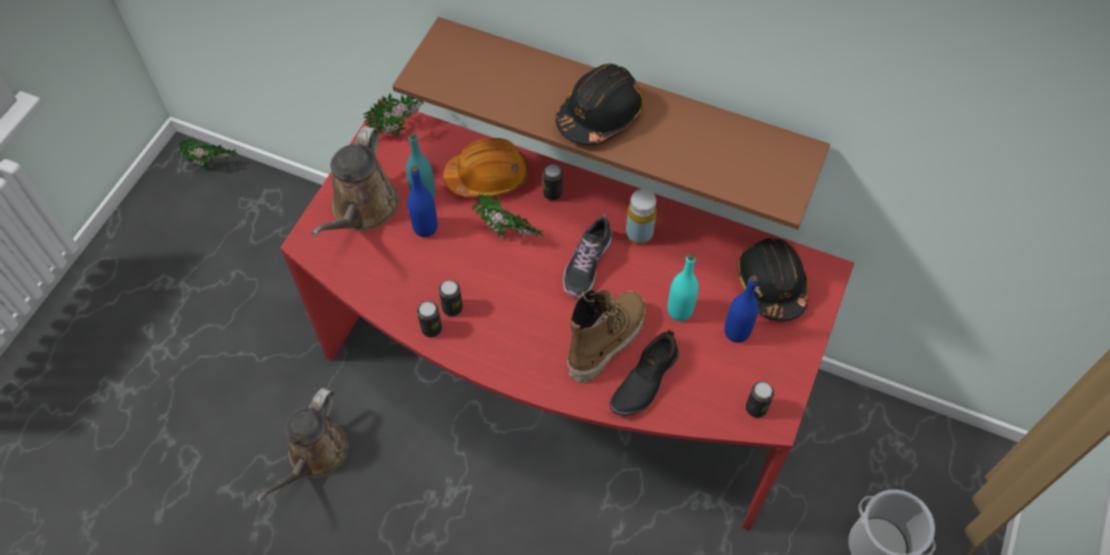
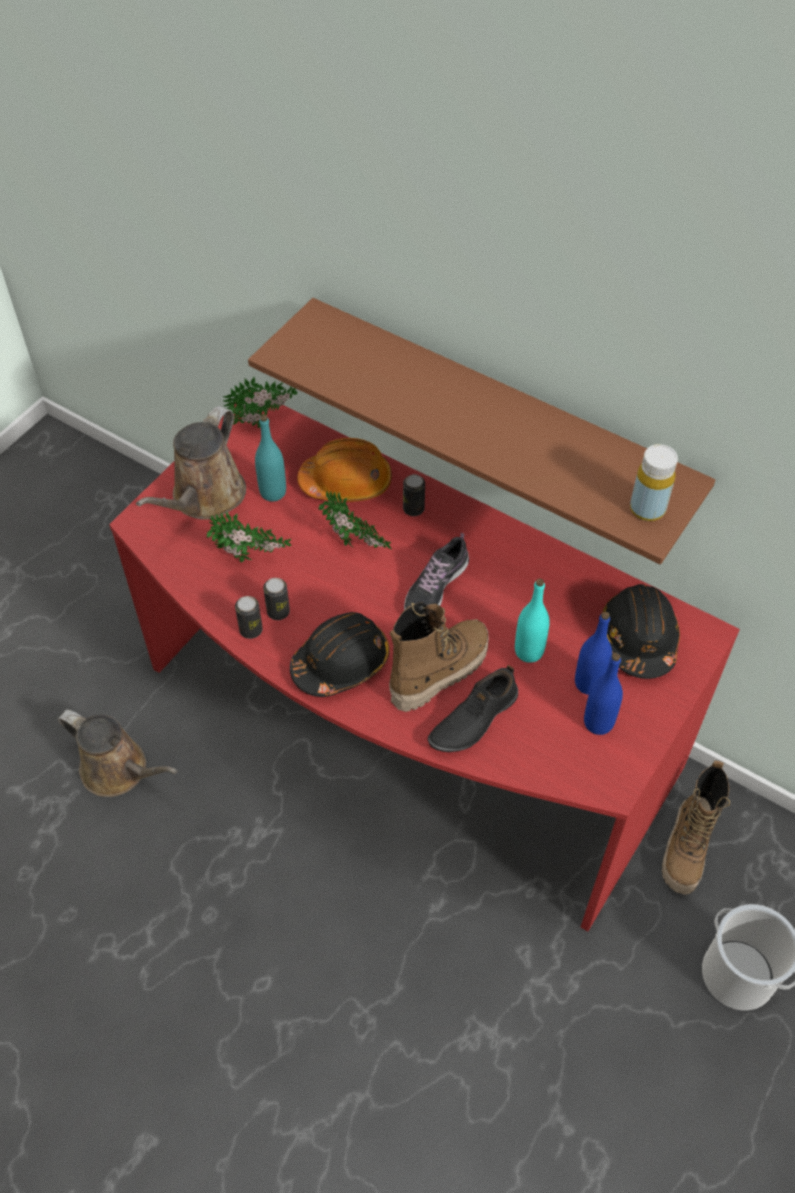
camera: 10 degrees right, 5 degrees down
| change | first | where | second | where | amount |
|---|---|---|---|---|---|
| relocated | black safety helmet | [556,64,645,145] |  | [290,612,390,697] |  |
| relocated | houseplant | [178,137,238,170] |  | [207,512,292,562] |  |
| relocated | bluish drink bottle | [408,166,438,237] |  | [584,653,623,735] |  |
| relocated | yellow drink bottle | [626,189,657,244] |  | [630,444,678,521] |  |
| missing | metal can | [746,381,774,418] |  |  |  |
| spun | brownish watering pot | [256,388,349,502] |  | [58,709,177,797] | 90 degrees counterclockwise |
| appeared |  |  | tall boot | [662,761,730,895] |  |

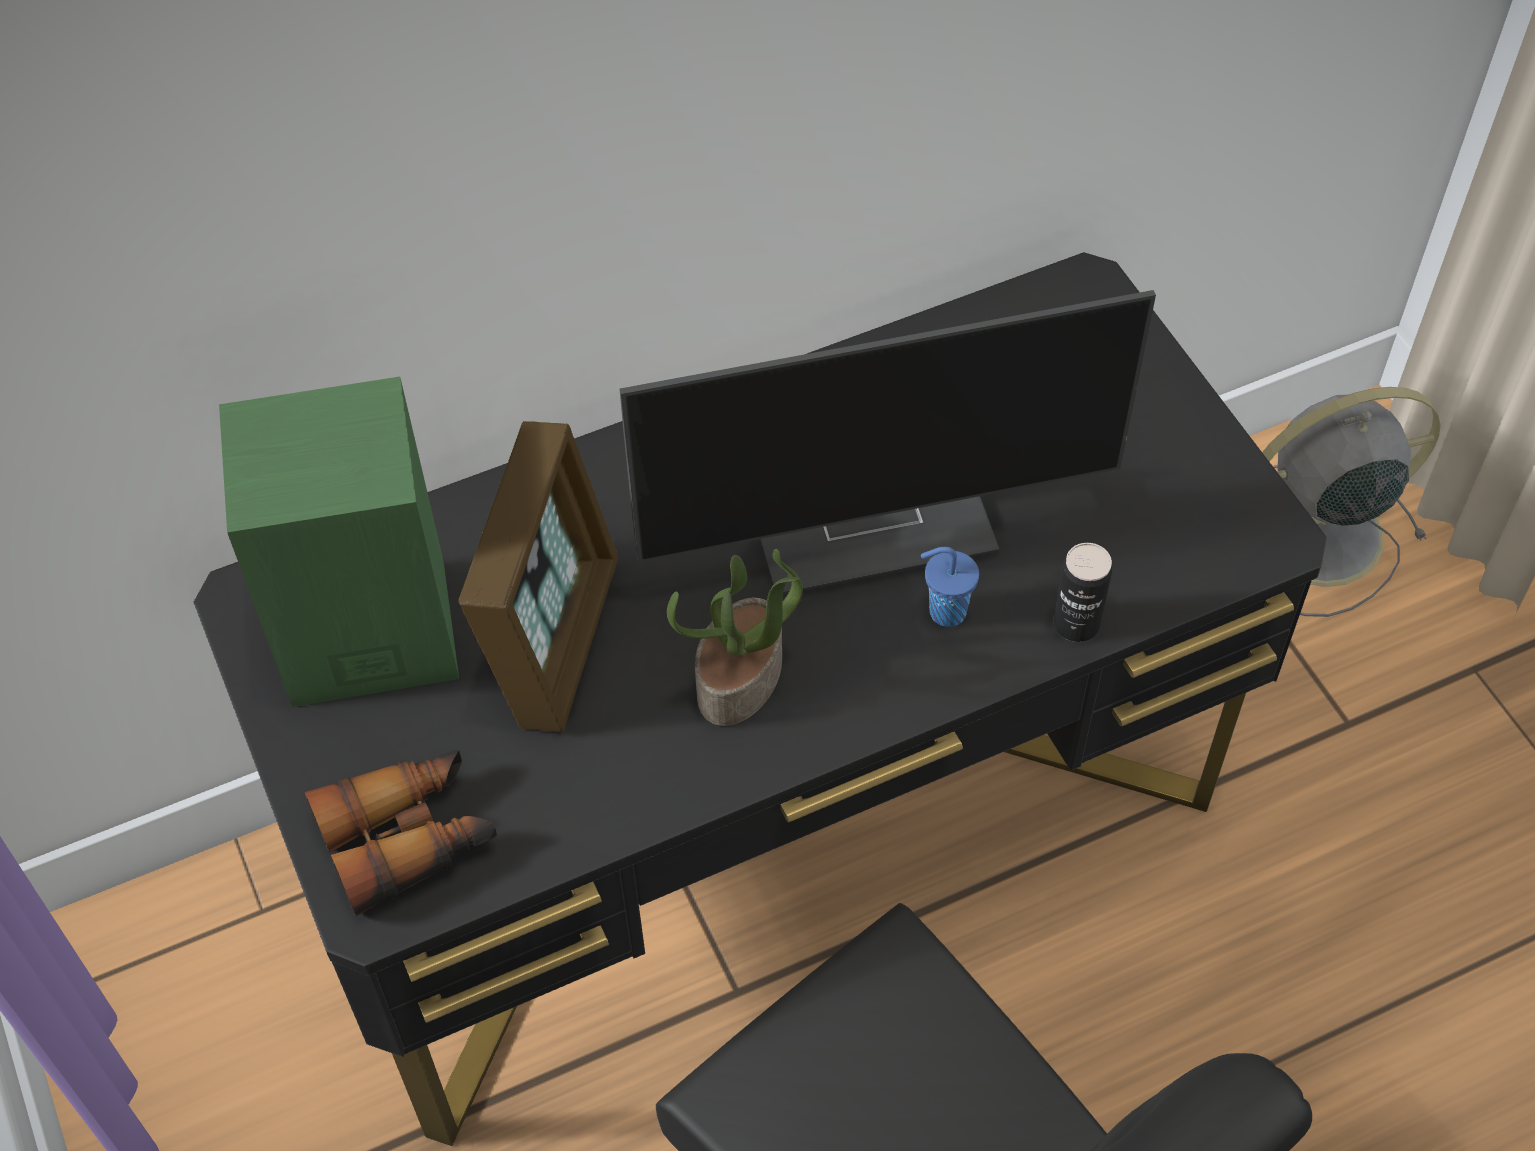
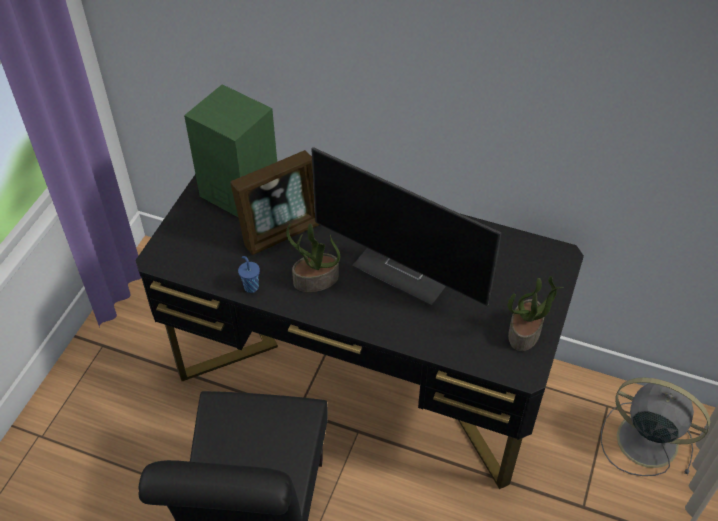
camera: 45 degrees right, 5 degrees down
| change | first | where | second | where | amount |
|---|---|---|---|---|---|
| missing | metal can | [1053,543,1112,642] |  |  |  |
| relocated | bluish cup | [921,547,979,627] |  | [238,256,260,293] |  |
| missing | field glasses | [305,749,497,916] |  |  |  |
| appeared |  |  | houseplant | [508,276,564,351] |  |

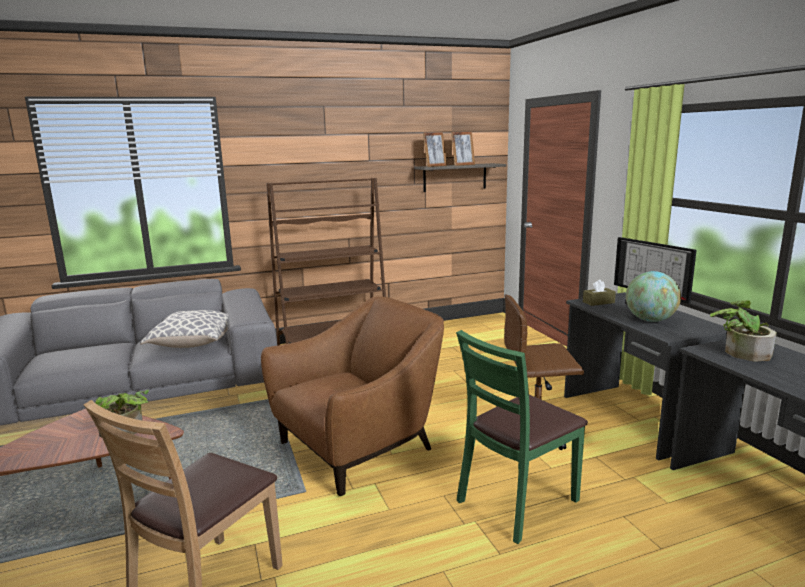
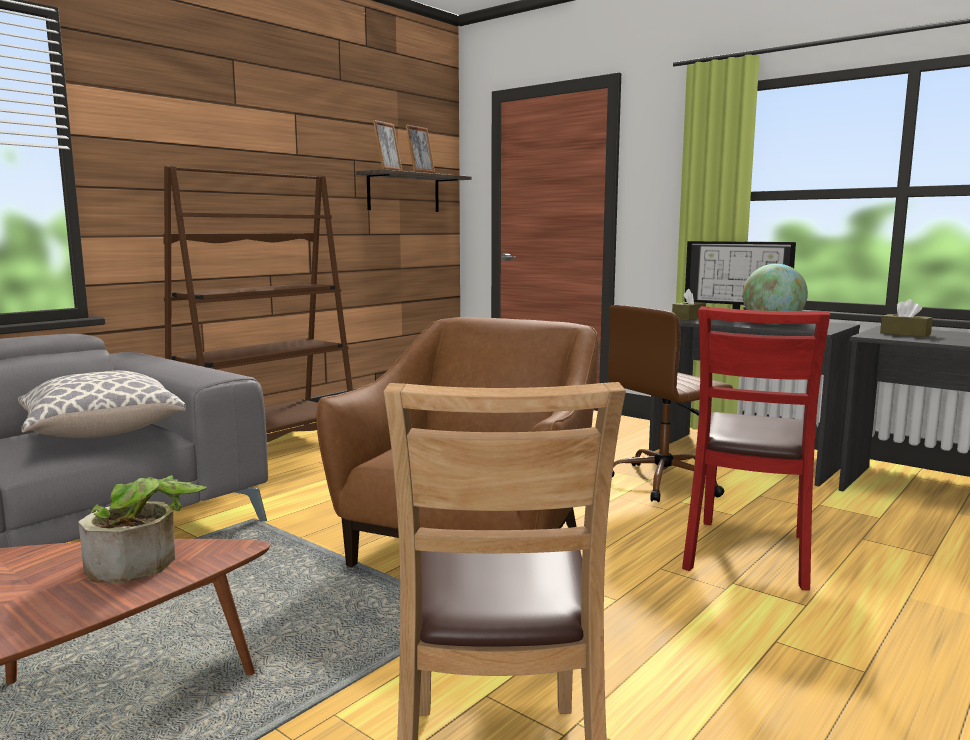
camera: 30 degrees left, 5 degrees down
| change | first | where | second | where | amount |
|---|---|---|---|---|---|
| exchanged | houseplant | [710,300,777,361] | brownish tissue holder | [880,299,933,337] |  |
| colour | green-coloured upright chair | [456,330,588,544] | reddish upright chair | [682,306,830,591] |  |

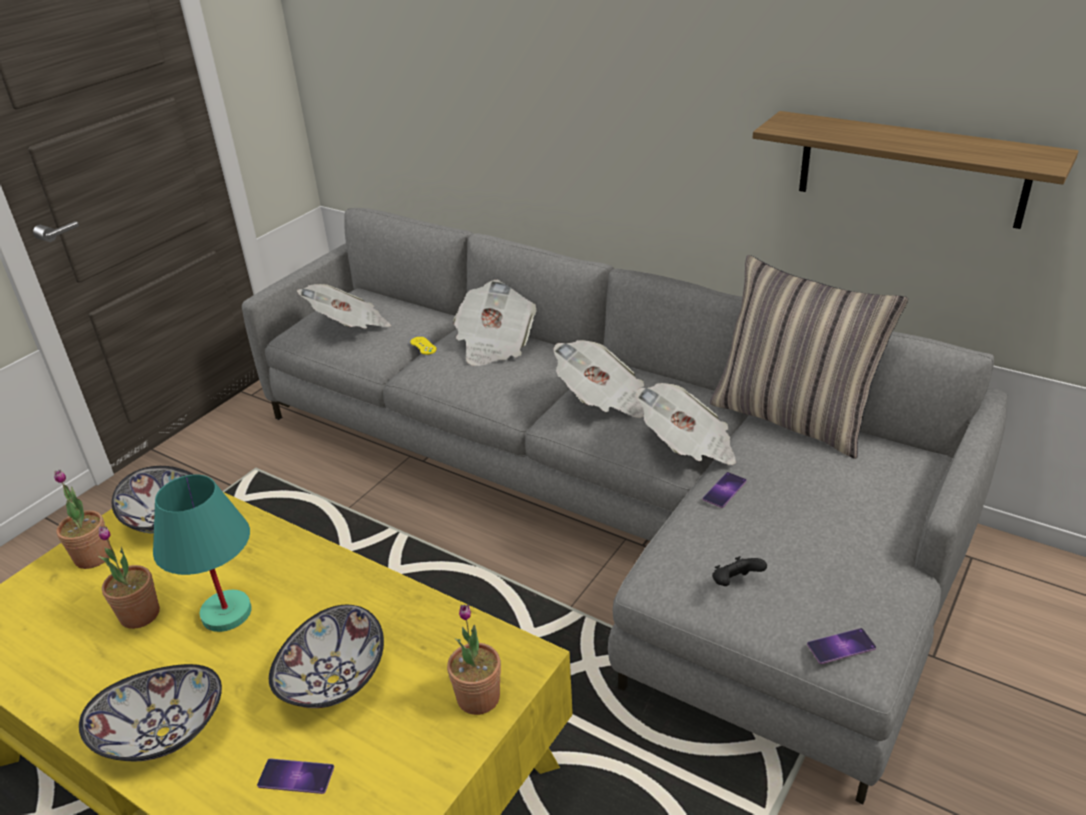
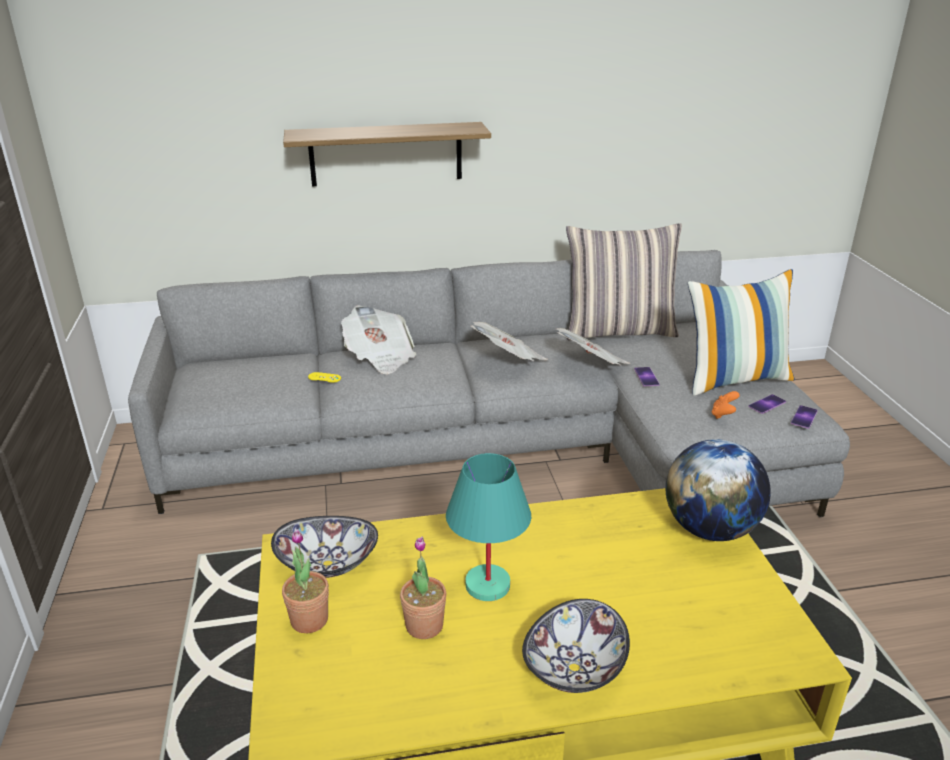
camera: 45 degrees left, 5 degrees down
| change | first | where | second | where | amount |
|---|---|---|---|---|---|
| relocated | bracket shelf | [753,111,1079,229] |  | [283,122,491,186] |  |
| missing | newspaper | [297,284,391,329] |  |  |  |
| colour | black joypad | [712,556,767,586] | orange-coloured joypad | [712,391,740,419] |  |
| exchanged | houseplant | [447,604,501,715] | globe | [665,439,771,541] |  |
| missing | bowl | [269,605,384,708] |  |  |  |
| relocated | handset | [257,758,334,794] |  | [748,394,786,414] |  |
| appeared |  |  | cushion | [688,269,795,396] |  |

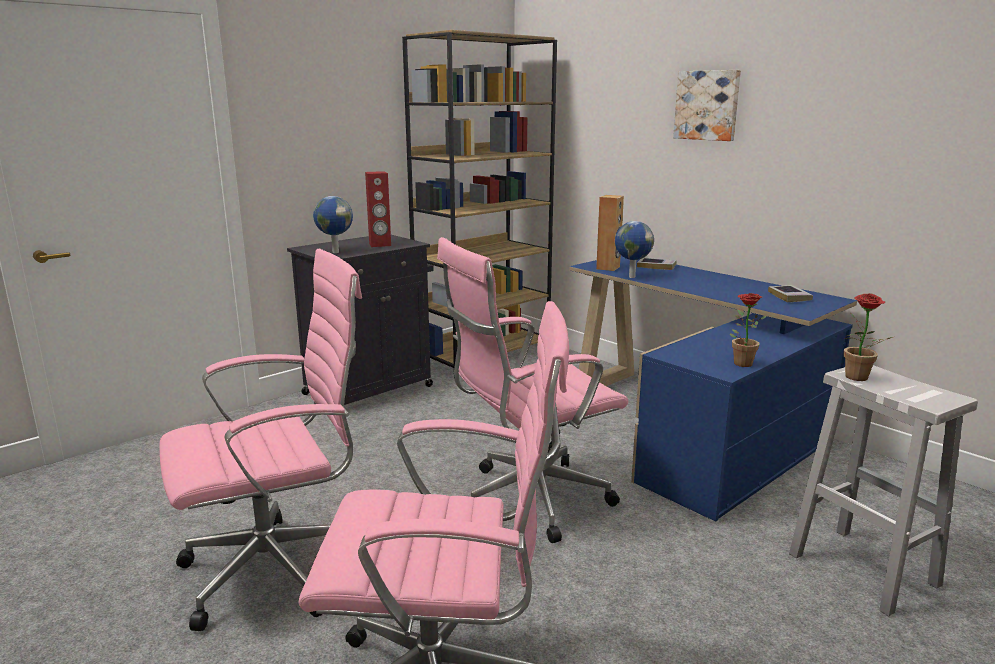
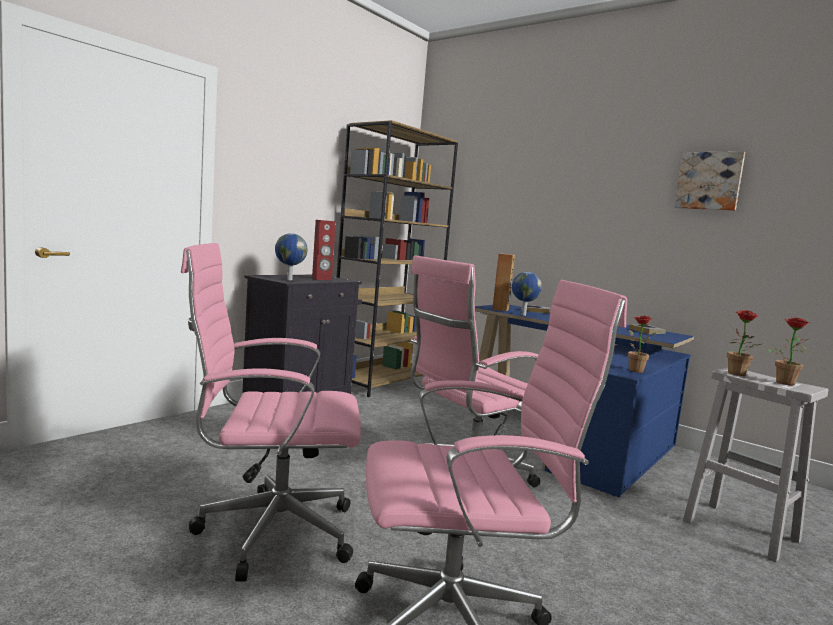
camera: 10 degrees left, 10 degrees down
| change | first | where | second | where | amount |
|---|---|---|---|---|---|
| relocated | picture | [673,70,741,141] |  | [674,151,745,211] |  |
| spun | pinkish desk chair | [159,249,362,631] |  | [181,243,361,582] | 150 degrees counterclockwise |
| appeared |  |  | houseplant | [766,317,810,386] |  |

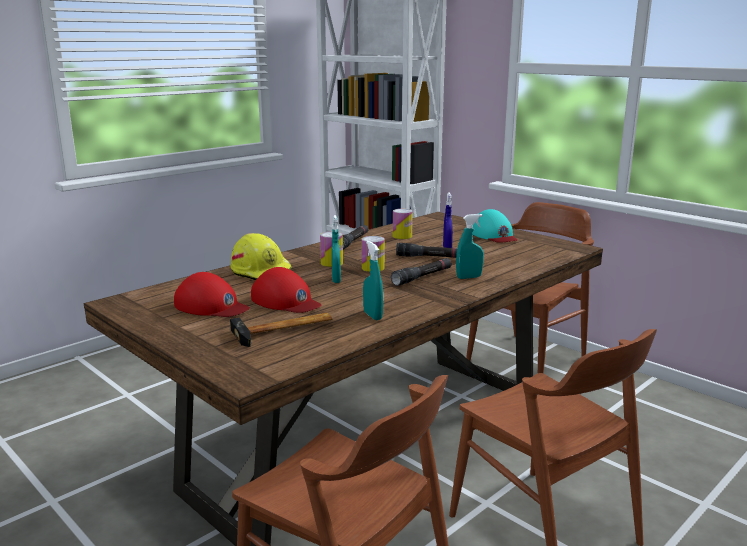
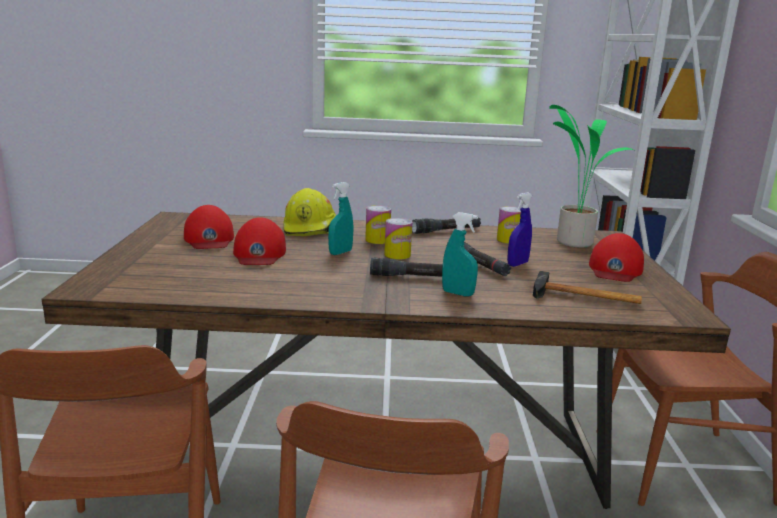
camera: 45 degrees right, 0 degrees up
| change | first | where | second | where | amount |
|---|---|---|---|---|---|
| colour | turquoise-coloured cap | [473,209,517,243] | reddish cap | [589,233,644,282] |  |
| missing | turquoise-coloured spray bottle | [363,241,383,320] |  |  |  |
| relocated | hand hammer | [230,313,332,347] |  | [533,271,642,304] |  |
| appeared |  |  | houseplant | [549,105,634,248] |  |

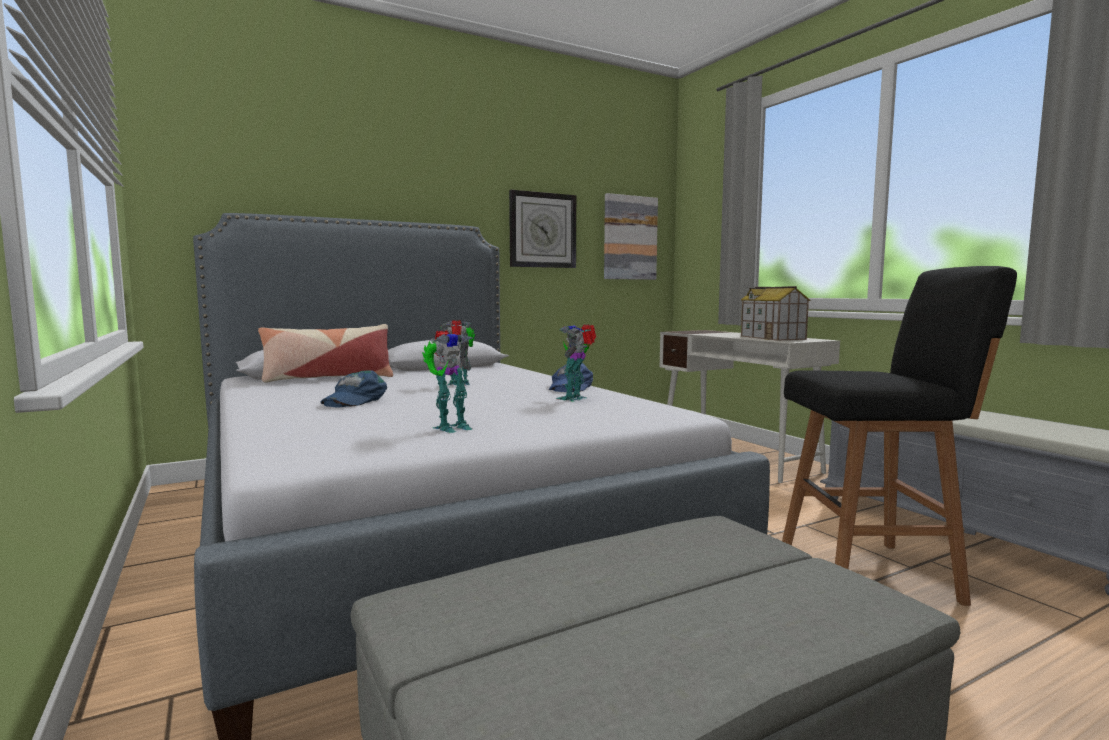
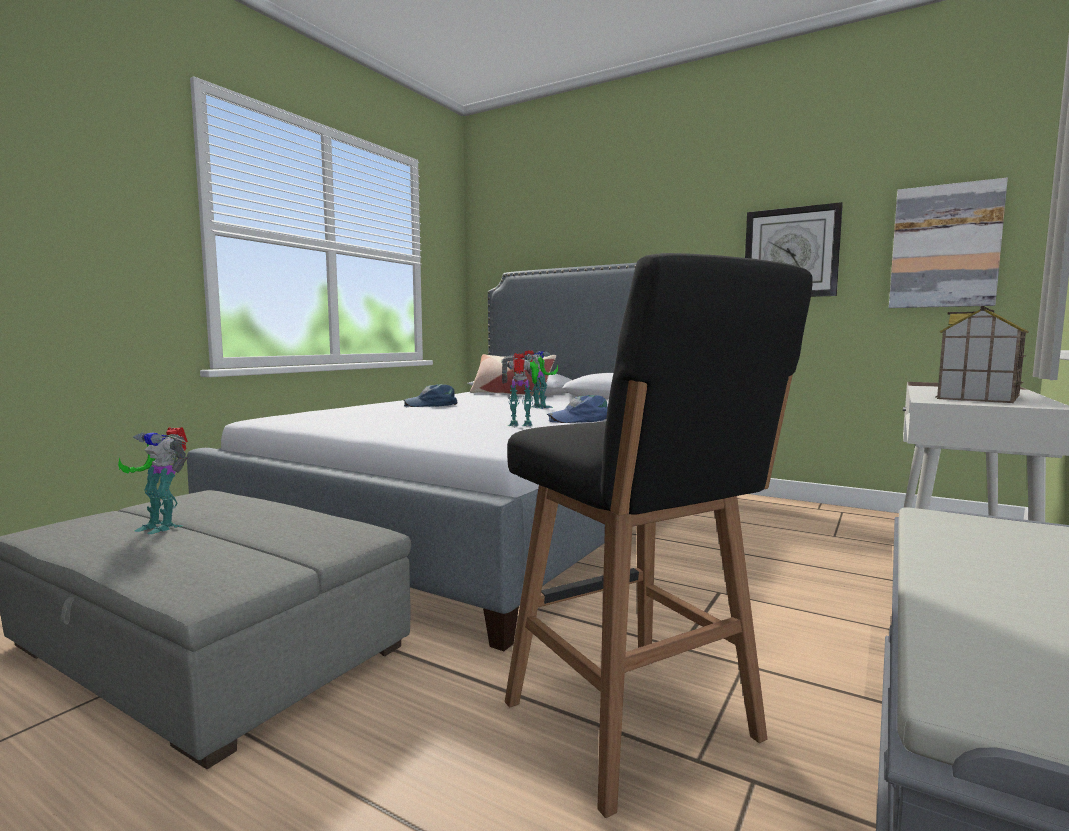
camera: 60 degrees right, 0 degrees up
| change | first | where | second | where | amount |
|---|---|---|---|---|---|
| relocated | robot figure | [422,330,473,433] |  | [118,427,188,534] |  |

